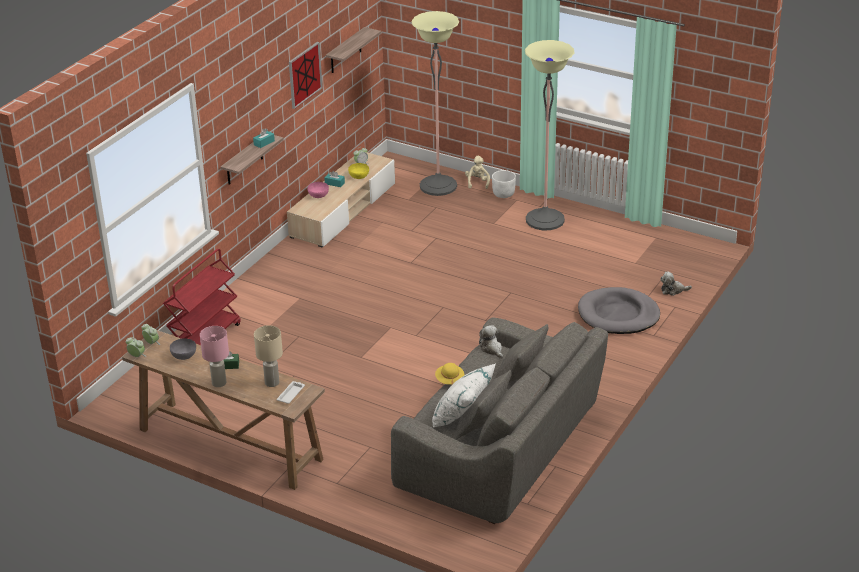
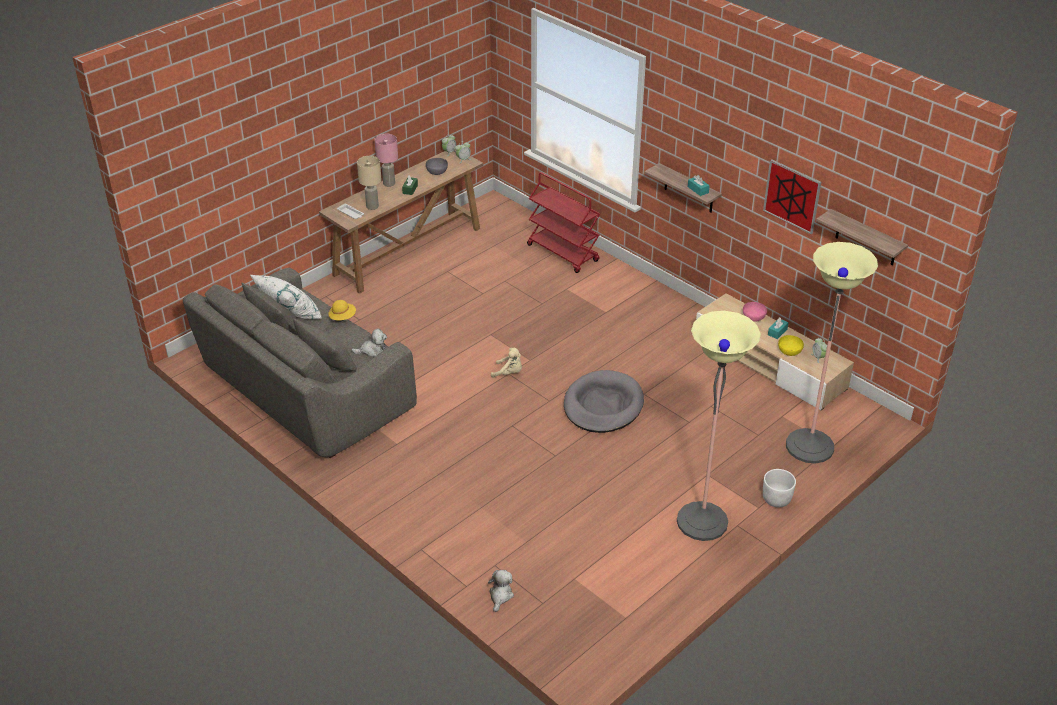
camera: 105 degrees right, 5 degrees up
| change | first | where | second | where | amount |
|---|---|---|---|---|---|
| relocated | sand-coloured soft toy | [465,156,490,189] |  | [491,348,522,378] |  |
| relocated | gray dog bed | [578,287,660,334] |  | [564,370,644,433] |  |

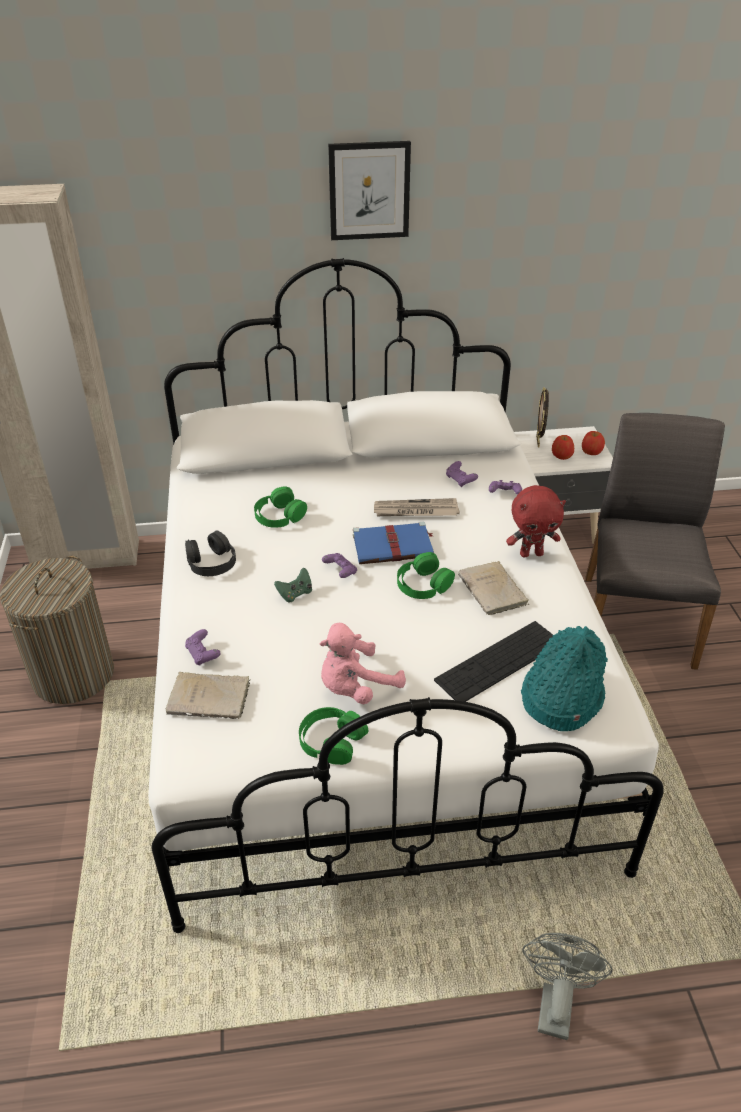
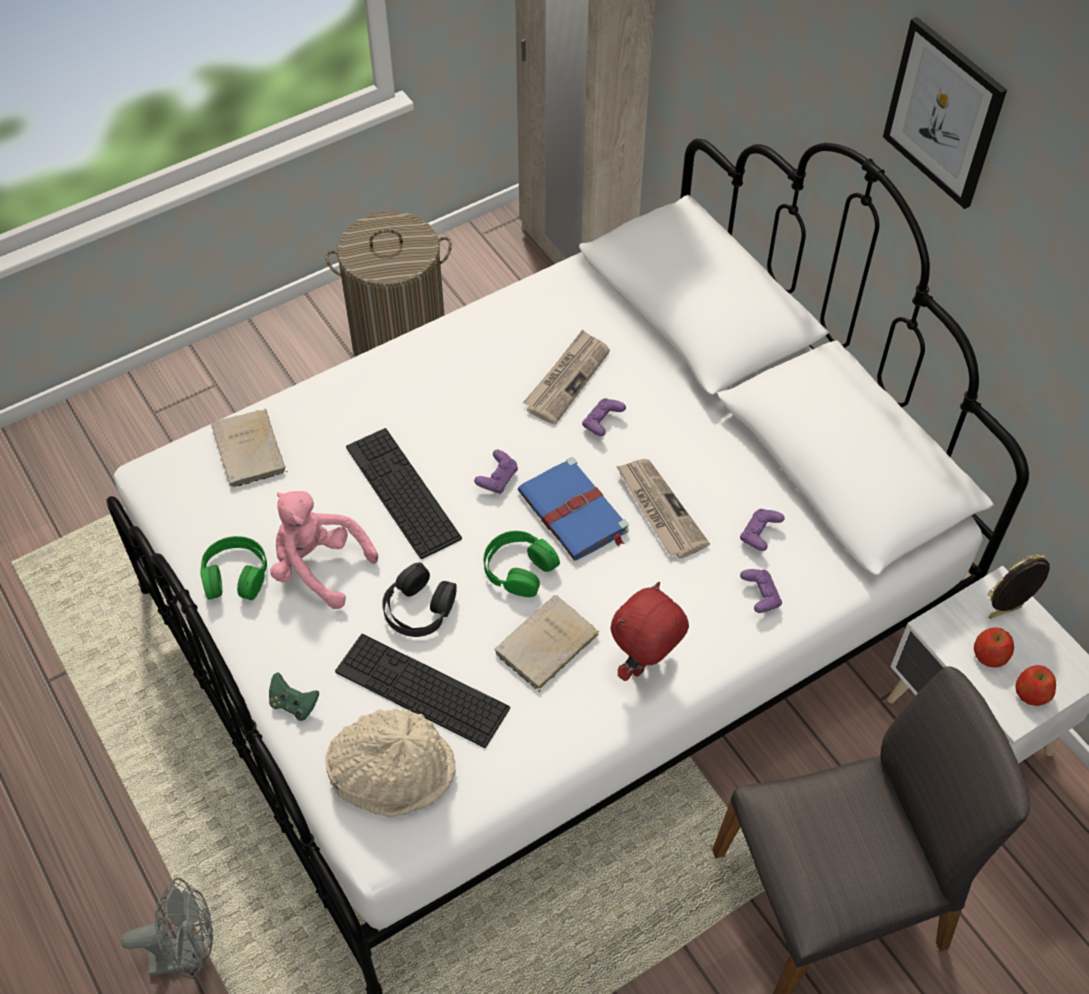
camera: 65 degrees right, 15 degrees up
| change | first | where | second | where | amount |
|---|---|---|---|---|---|
| spun | reddish soft toy | [506,485,566,557] |  | [610,582,689,681] | 75 degrees clockwise |
| exchanged | green-coloured headset | [254,486,307,528] | newspaper | [523,329,610,424] |  |
| relocated | black headset | [185,531,236,576] |  | [382,562,457,637] |  |
| relocated | green-coloured joypad | [274,568,312,603] |  | [269,672,319,721] |  |
| colour | turquoise-coloured wearable hat | [521,626,608,731] | sand-coloured wearable hat | [325,708,456,817] |  |
| relocated | purplish joypad | [185,629,221,665] |  | [582,398,626,436] |  |
| appeared |  |  | computer keyboard | [346,428,462,559] |  |

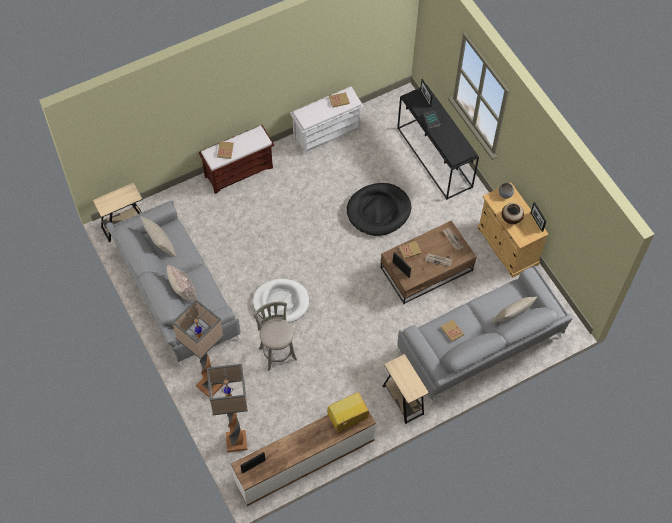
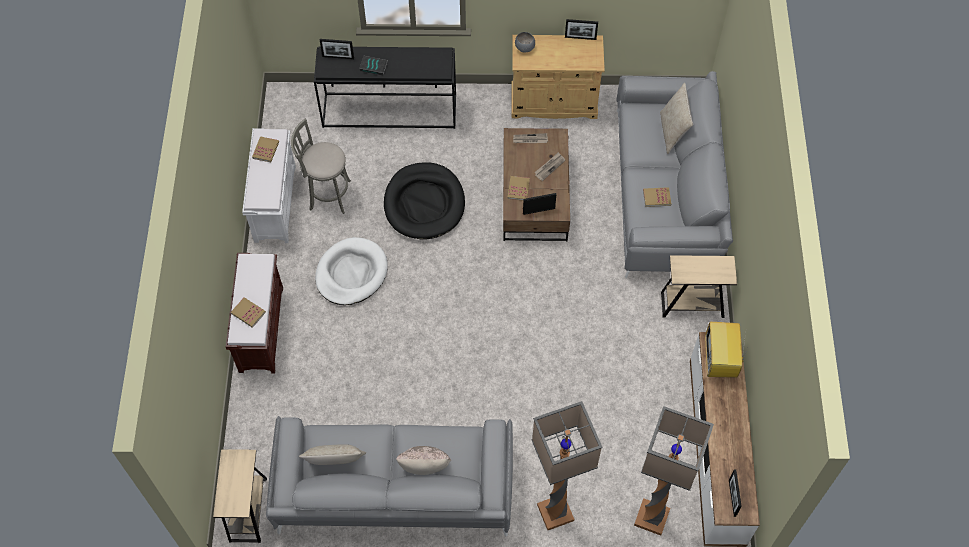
camera: 60 degrees left, 0 degrees up
| change | first | where | second | where | amount |
|---|---|---|---|---|---|
| missing | decorative vase | [502,203,524,224] |  |  |  |
| relocated | whitish dog bed | [253,279,309,323] |  | [315,237,388,305] |  |
| relocated | gray sitting stool | [253,302,297,371] |  | [291,119,351,214] |  |

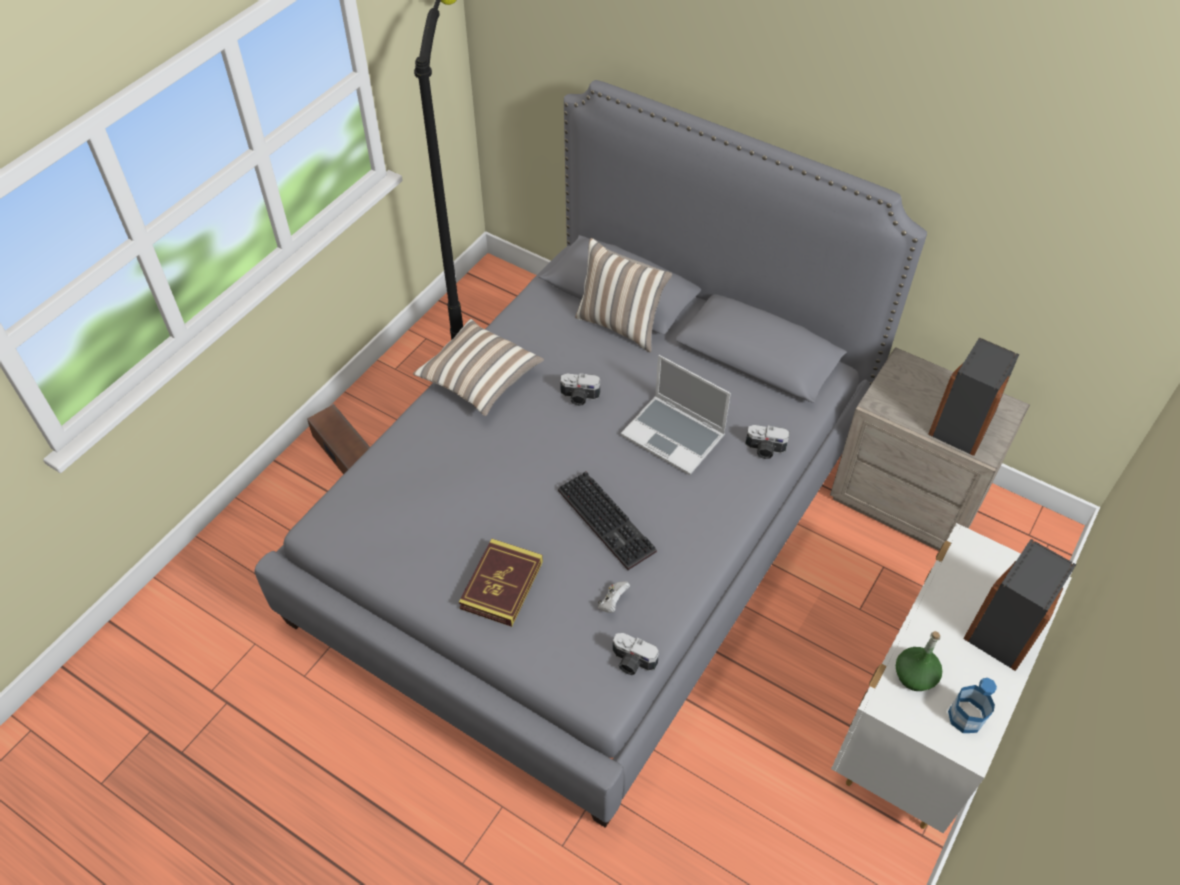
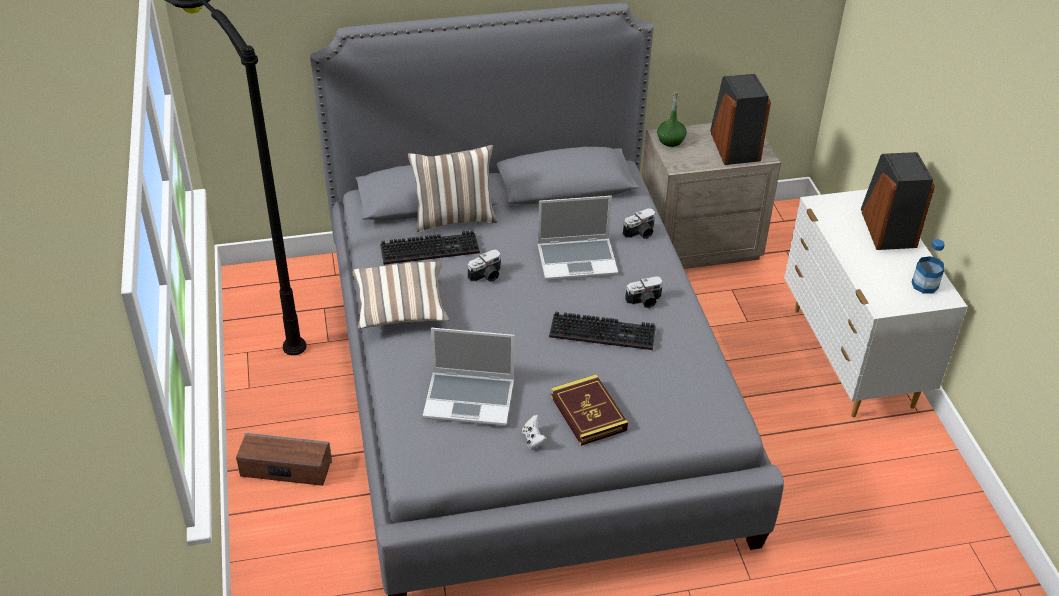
camera: 45 degrees left, 10 degrees down
| change | first | where | second | where | amount |
|---|---|---|---|---|---|
| relocated | whitish joypad | [598,581,630,613] |  | [522,415,548,449] |  |
| relocated | green-coloured drink bottle | [896,631,942,691] |  | [657,92,687,147] |  |
| relocated | photo camera | [613,633,659,675] |  | [625,276,663,308] |  |
| appeared |  |  | computer keyboard | [380,230,480,265] |  |
| appeared |  |  | laptop | [423,328,514,426] |  |

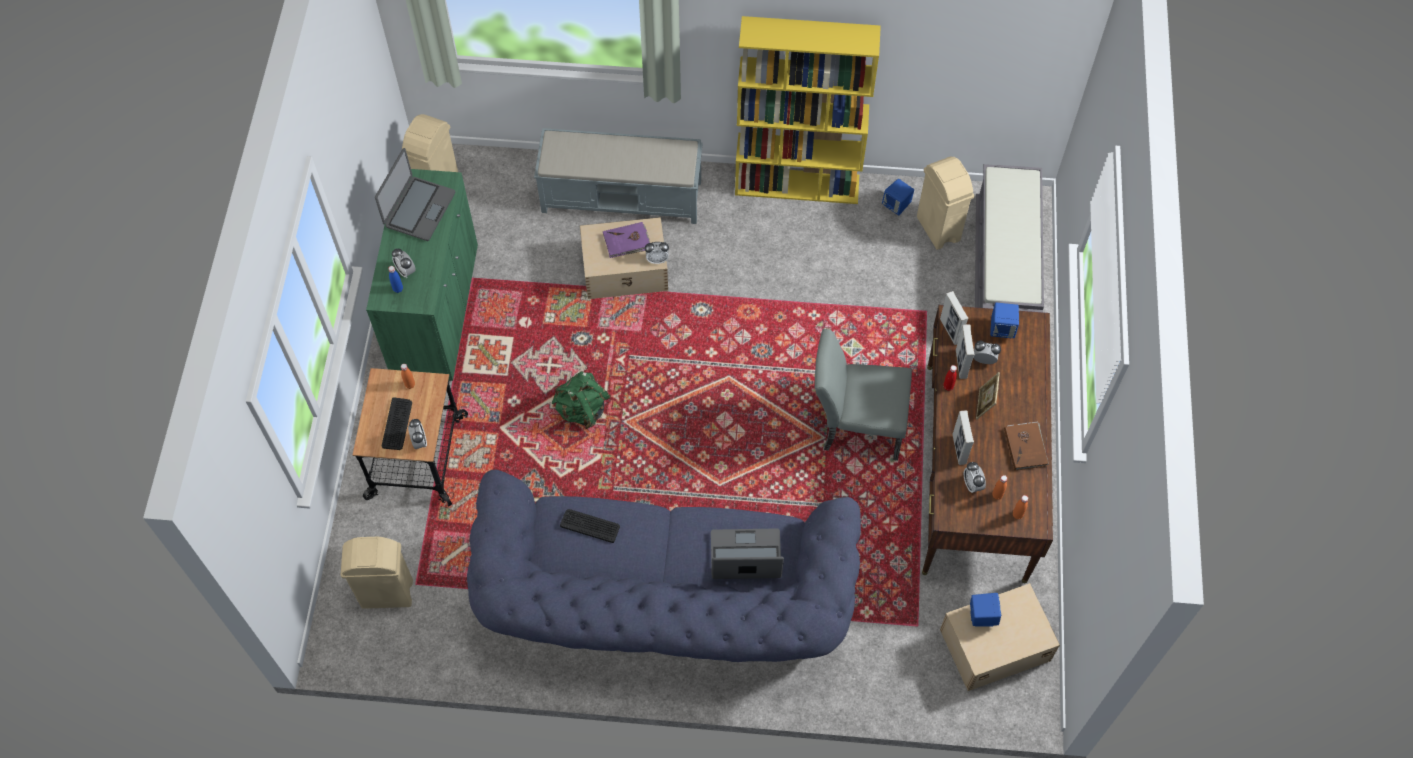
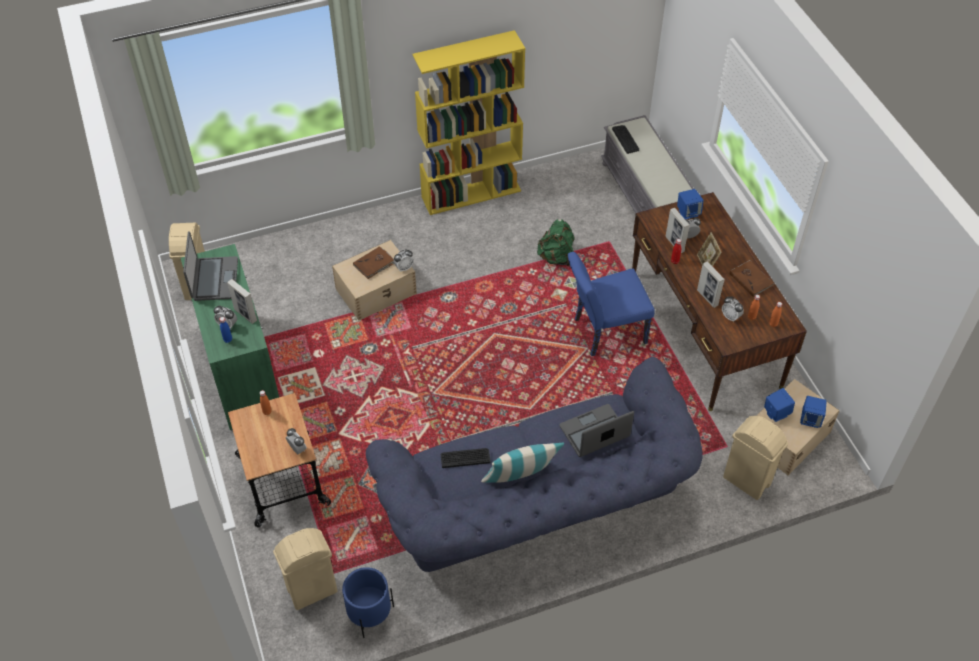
camera: 25 degrees left, 10 degrees down
| change | first | where | second | where | amount |
|---|---|---|---|---|---|
| missing | gray indoor bench | [534,128,703,224] |  |  |  |
| relocated | sand-coloured waste bin | [917,157,974,250] |  | [723,416,788,500] |  |
| relocated | bluish audio speaker | [882,179,914,215] |  | [800,396,827,428] |  |
| colour | purplish bound book | [603,222,650,258] | brownish bound book | [353,246,394,279] |  |
| relocated | picture frame | [940,291,968,345] |  | [227,279,257,324] |  |
| colour | gray upright chair | [815,329,912,461] | bluish upright chair | [568,252,655,356] |  |
| relocated | green-coloured knapsack | [552,372,611,429] |  | [537,219,575,266] |  |
| relocated | computer keyboard | [382,397,412,450] |  | [612,125,639,154] |  |
| appeared |  |  | cushion | [481,442,564,483] |  |
| appeared |  |  | bluish planter | [342,567,394,638] |  |

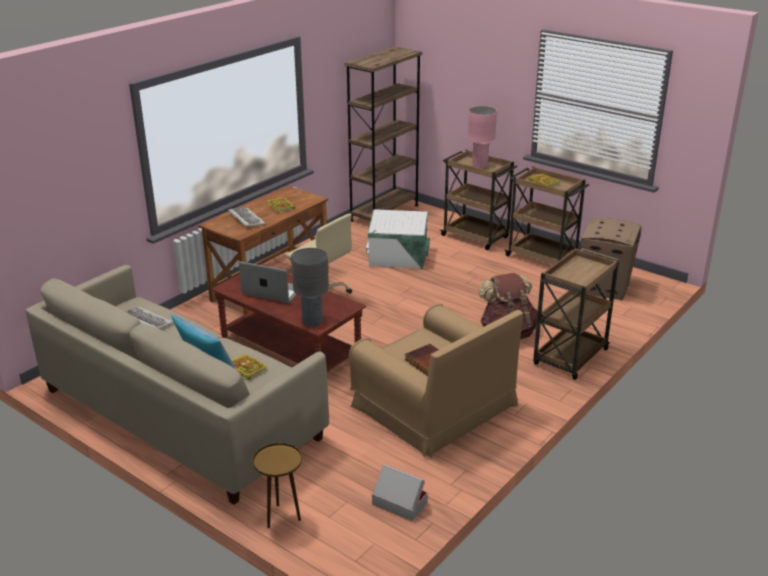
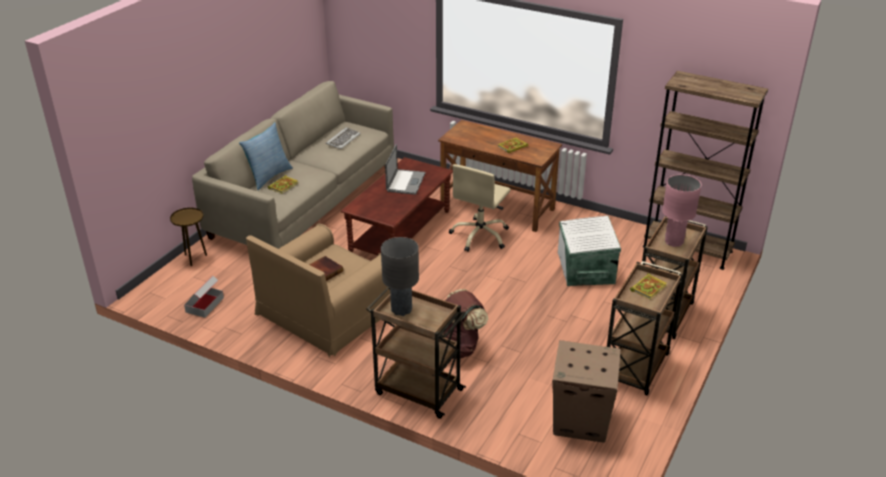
camera: 80 degrees right, 5 degrees up
| change | first | where | second | where | amount |
|---|---|---|---|---|---|
| missing | computer keyboard | [228,207,266,228] |  |  |  |
| relocated | gray lamp for a table | [291,248,329,327] |  | [381,237,419,316] |  |

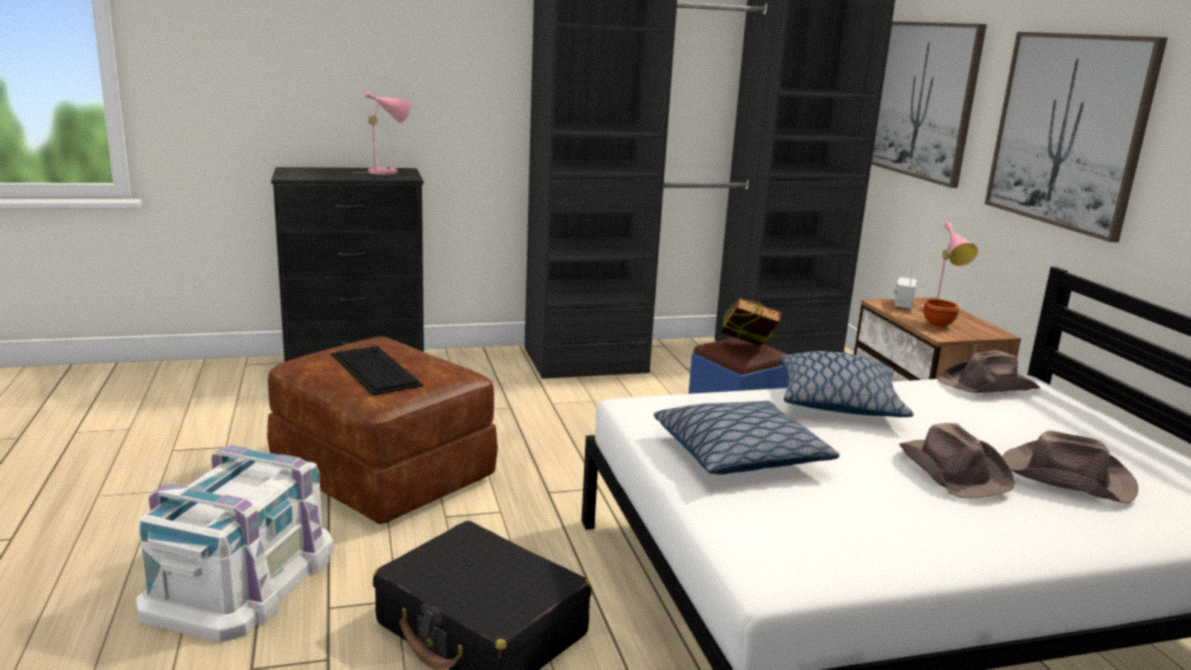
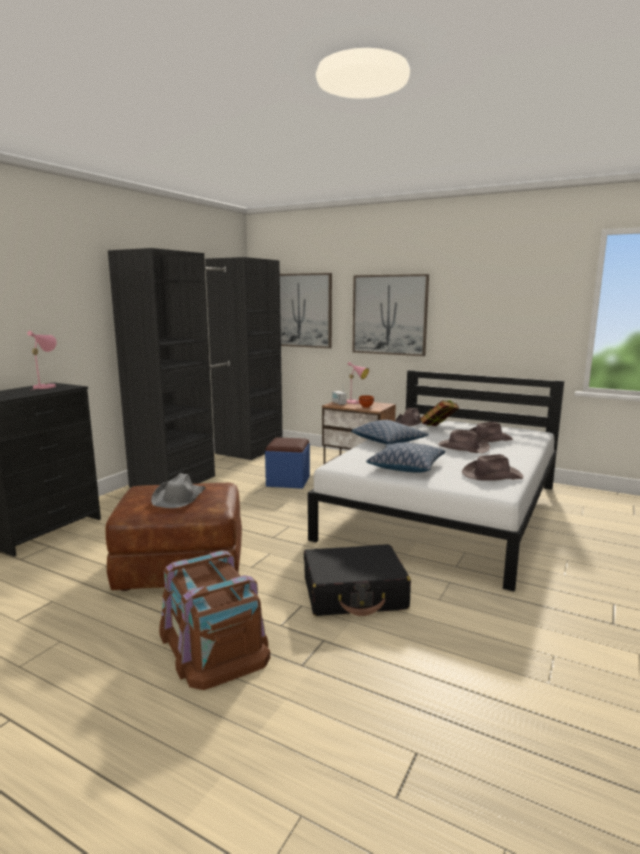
camera: 45 degrees left, 5 degrees down
| change | first | where | second | where | amount |
|---|---|---|---|---|---|
| relocated | bound book | [720,298,782,346] |  | [420,400,459,426] |  |
| exchanged | computer keyboard | [331,346,423,395] | gray wearable hat | [151,473,206,508] |  |
| colour | whitish storage container | [136,445,334,642] | brownish storage container | [159,550,270,690] |  |
| appeared |  |  | brownish wearable hat | [462,454,524,481] |  |

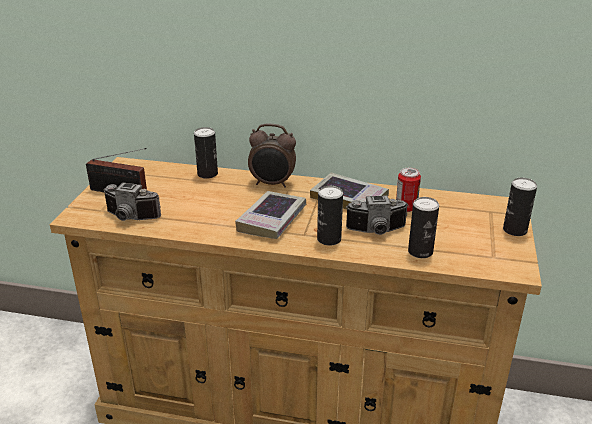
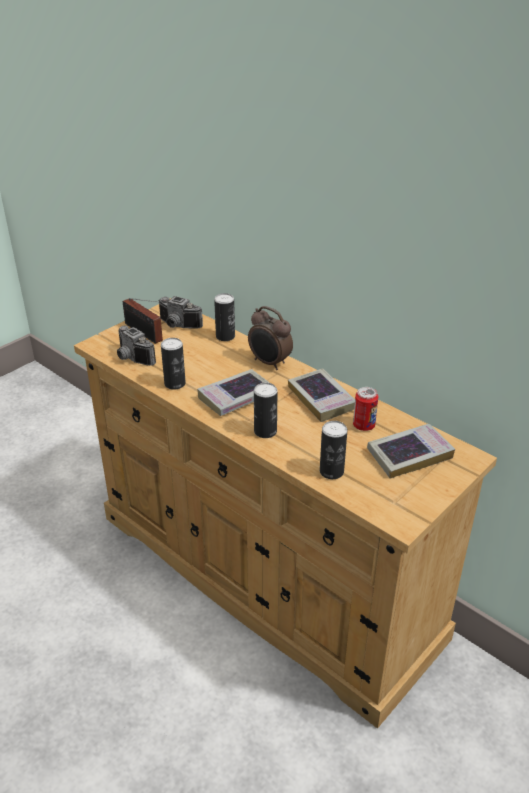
camera: 30 degrees right, 5 degrees up
| change | first | where | second | where | amount |
|---|---|---|---|---|---|
| relocated | metal can | [503,177,537,236] |  | [161,338,186,390] |  |
| relocated | photo camera | [346,195,408,235] |  | [158,296,203,328] |  |
| appeared |  |  | bound book | [367,424,455,479] |  |

